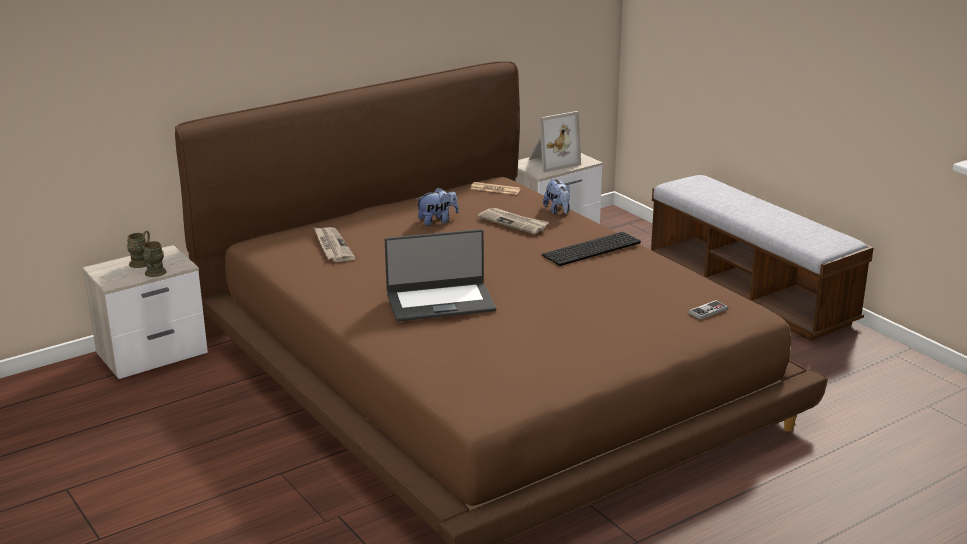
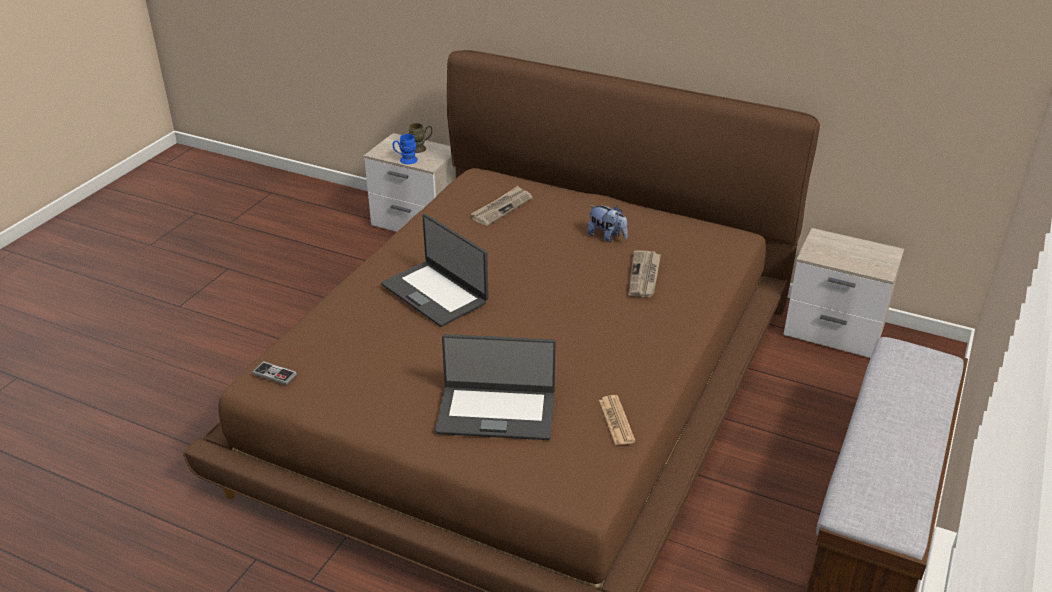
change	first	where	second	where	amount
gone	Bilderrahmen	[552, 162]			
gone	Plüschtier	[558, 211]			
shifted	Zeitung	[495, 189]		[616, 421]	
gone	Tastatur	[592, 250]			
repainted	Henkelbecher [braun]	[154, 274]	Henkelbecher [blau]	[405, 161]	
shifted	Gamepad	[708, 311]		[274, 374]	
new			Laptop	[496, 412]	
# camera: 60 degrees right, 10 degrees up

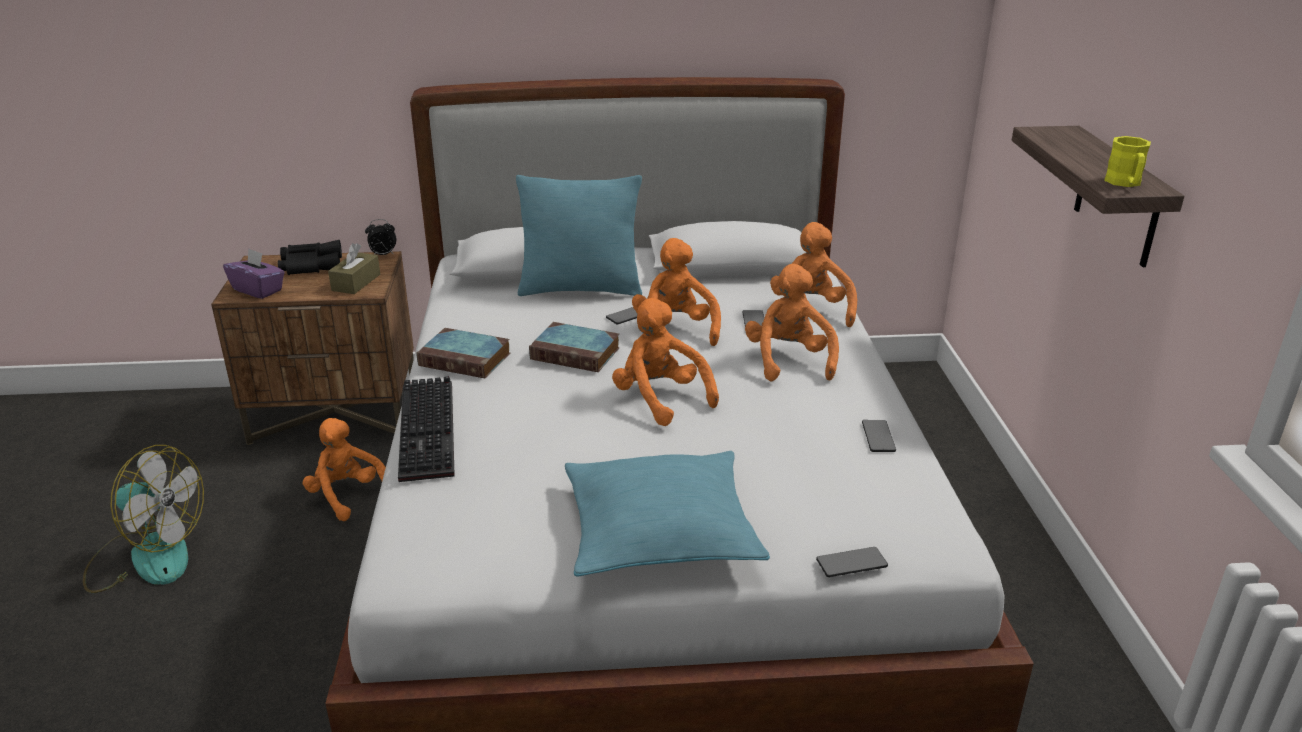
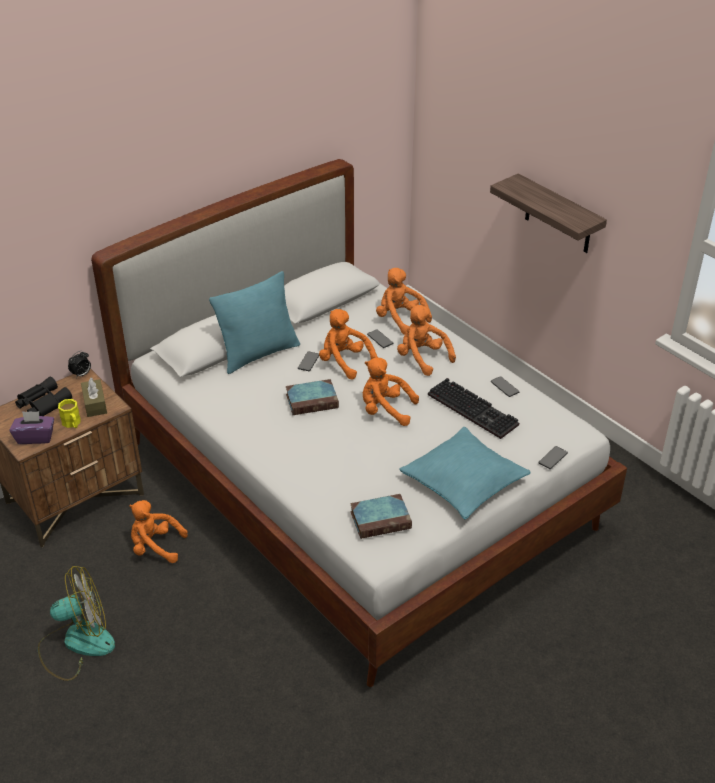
change	first	where	second	where	amount
shifted	Henkelbecher [gelb]	[1125, 183]		[72, 424]	
shifted	Buch	[467, 359]		[381, 519]	
shifted	Tastatur	[430, 432]		[475, 410]	
# camera: 35 degrees left, 10 degrees up

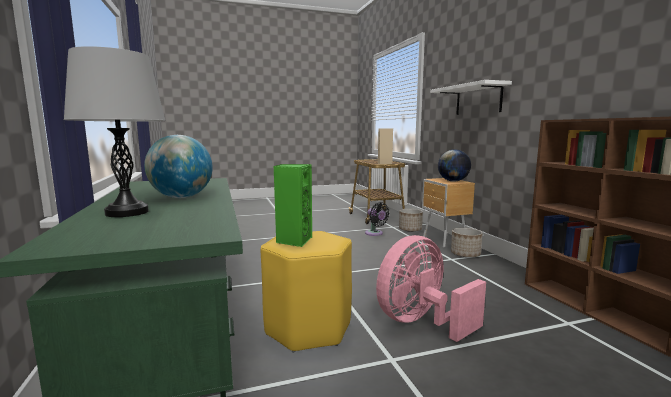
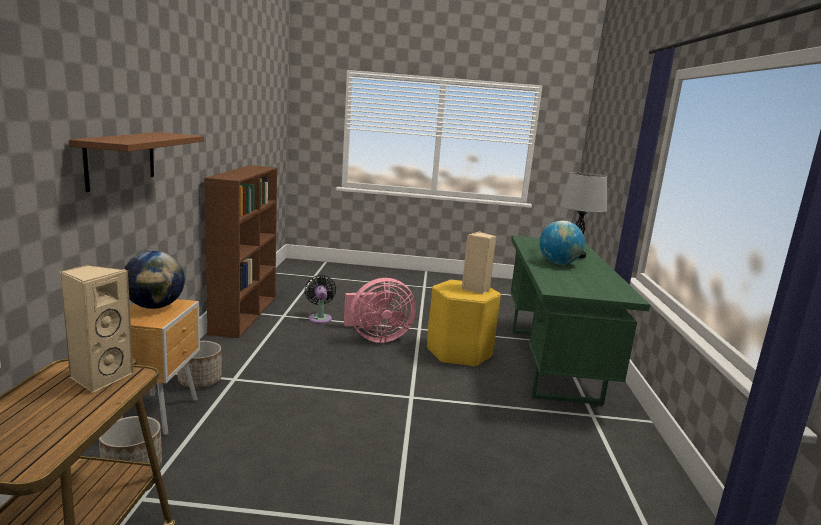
change	first	where	second	where	amount
repainted	Wandregal [weiß]	[478, 100]	Wandregal [braun]	[121, 159]	
repainted	Lautsprecher [grün]	[294, 241]	Lautsprecher [beige]	[476, 289]	
shifted	Ventilator [schwarz]	[375, 233]		[320, 318]	
# camera: 160 degrees left, 5 degrees up

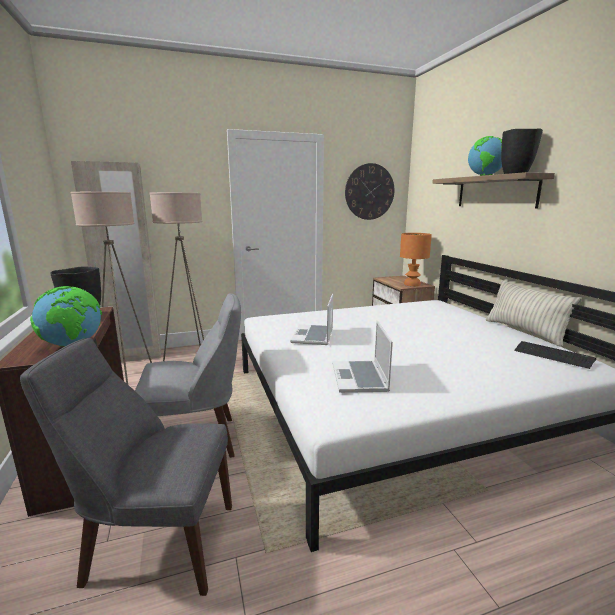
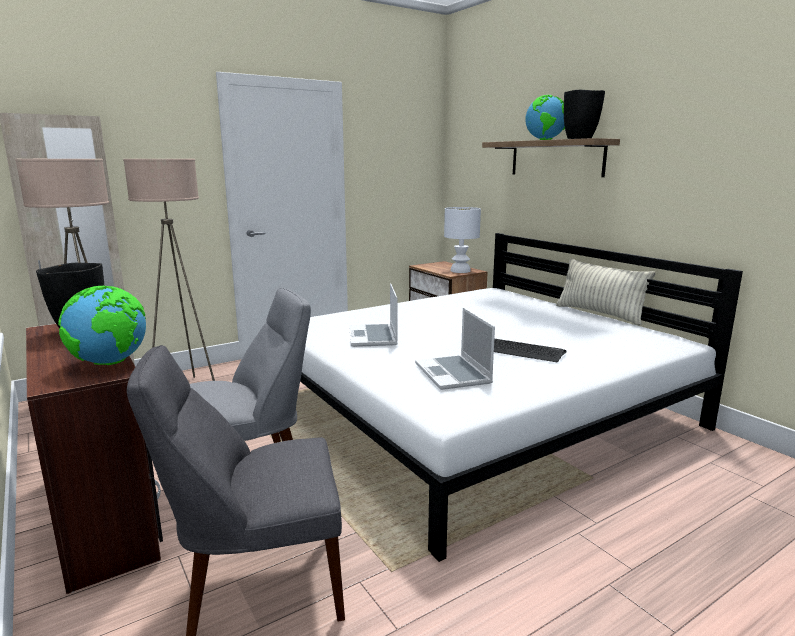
change	first	where	second	where	amount
gone	Wanduhr	[369, 192]			
repainted	Tischlampe [orange]	[412, 284]	Tischlampe [weiß]	[460, 271]	
shifted	Tastatur	[553, 355]		[523, 351]	
# camera: 15 degrees left, 0 degrees up

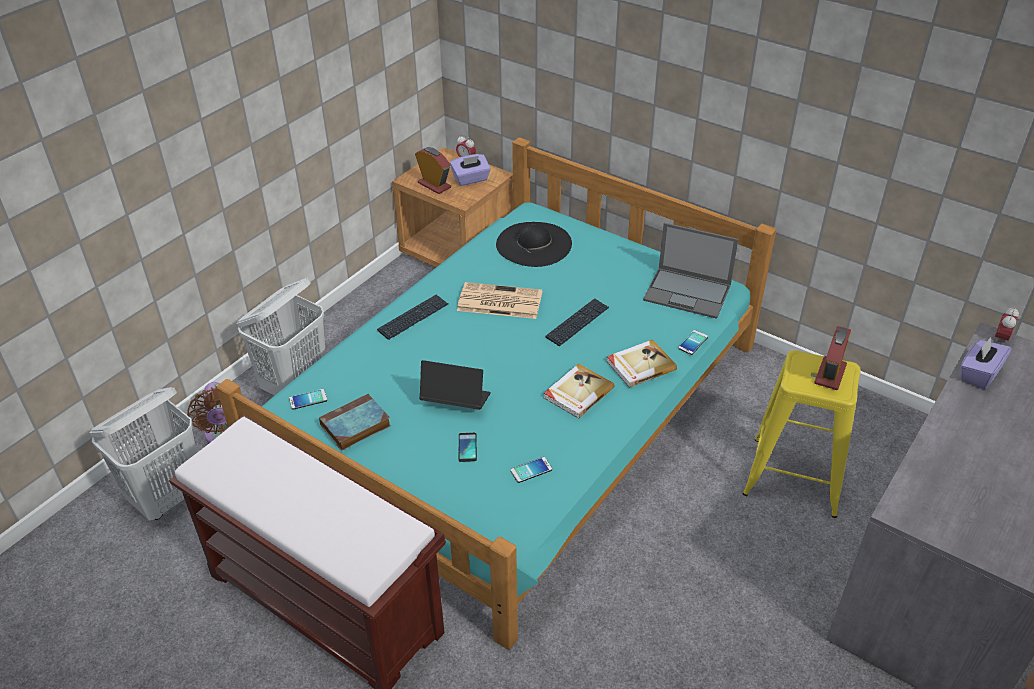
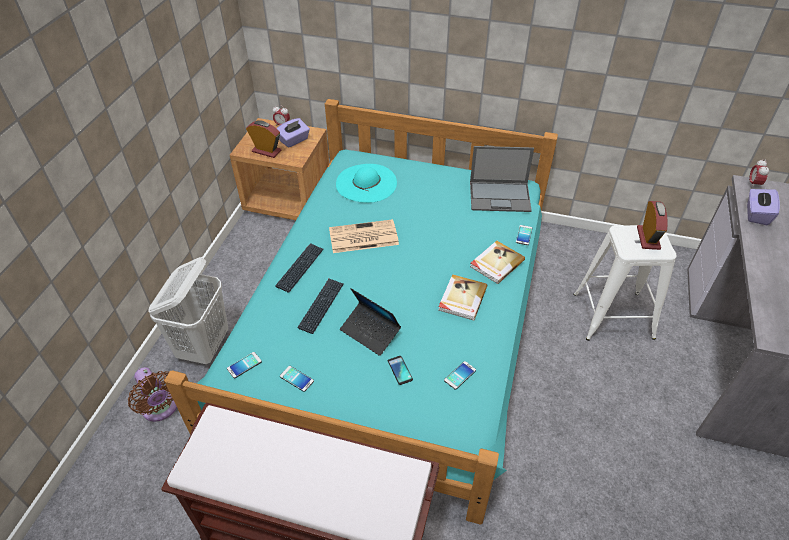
change	first	where	second	where	amount
repainted	Hut [schwarz]	[534, 244]	Hut [türkis]	[366, 183]	
shifted	Tastatur	[577, 323]		[321, 306]	
repainted	Hocker [gelb]	[794, 476]	Hocker [weiß]	[613, 316]	
rotated	Laptop	[455, 401]		[370, 332]	135 degrees counterclockwise
gone	Wäschekorb [weiß]	[168, 497]			
swapped	Buch	[354, 426]	Handy	[296, 379]	
# camera: 20 degrees left, 5 degrees up

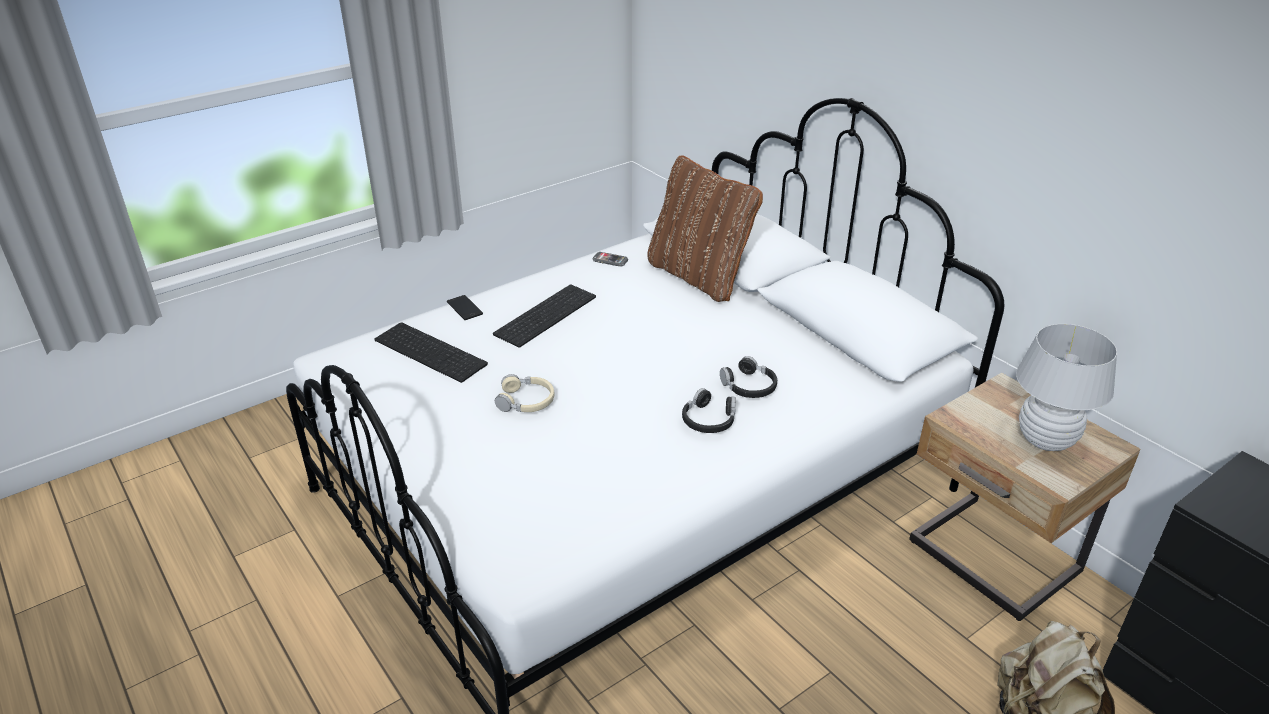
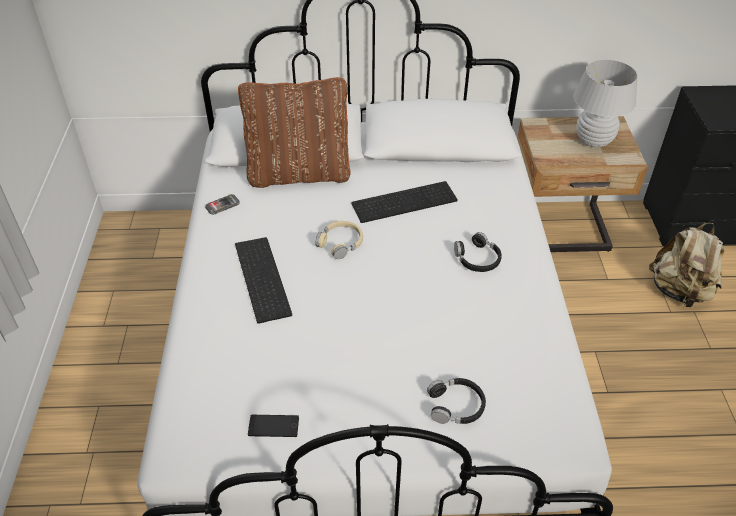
change	first	where	second	where	amount
shifted	Handy	[464, 308]		[273, 426]	
shifted	Tastatur	[432, 351]		[404, 201]	
shifted	Kopfhörer [schwarz]	[749, 386]		[456, 406]	
shifted	Kopfhörer [beige]	[526, 401]		[340, 243]	
# camera: 55 degrees left, 10 degrees up

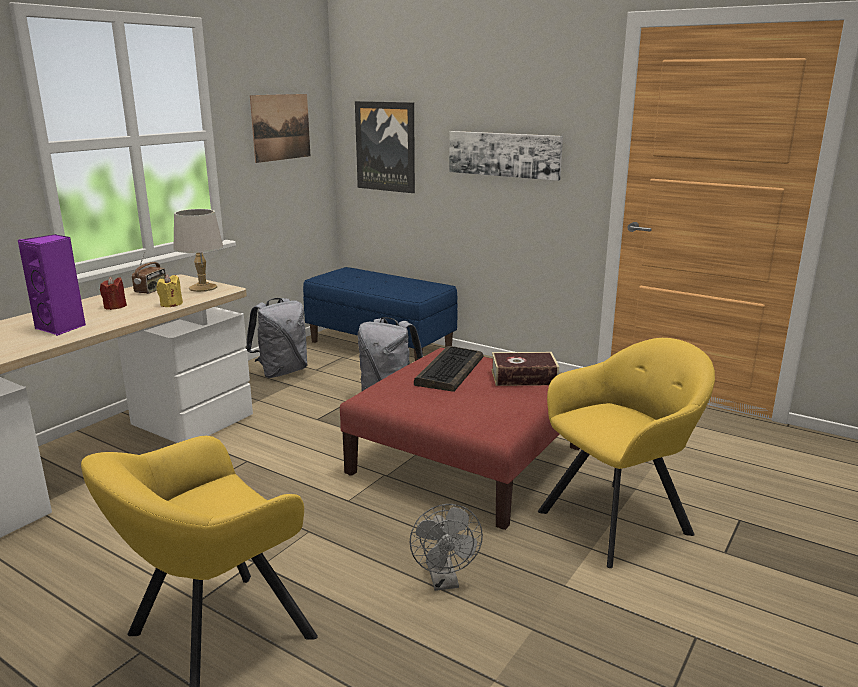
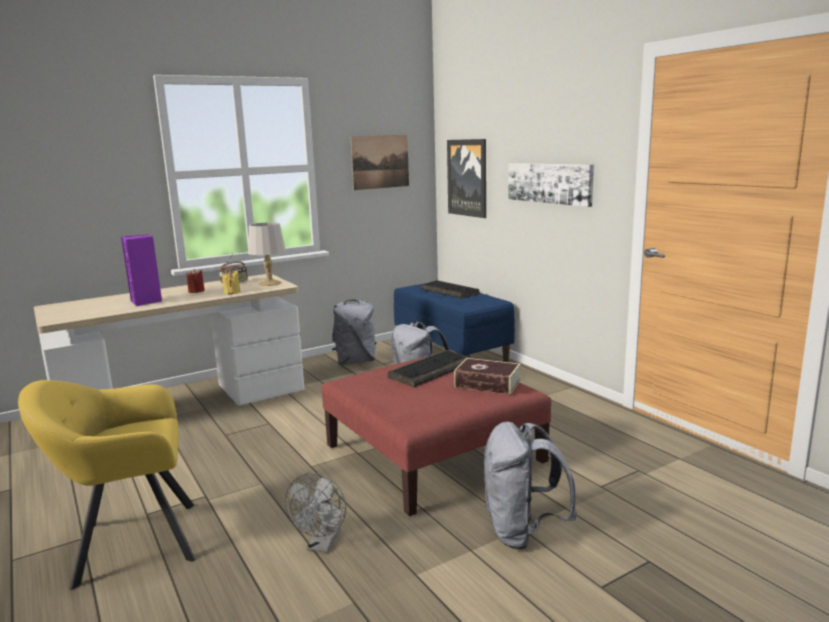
change	first	where	second	where	amount
swapped	Sessel [gelb]	[620, 520]	Rucksack [grau]	[522, 532]	
new			Tastatur	[450, 291]	
# camera: 25 degrees right, 5 degrees down

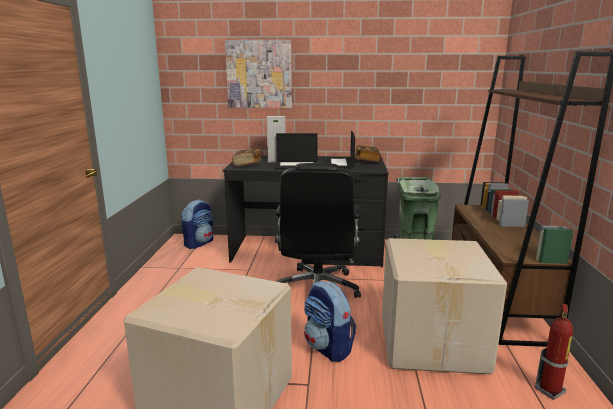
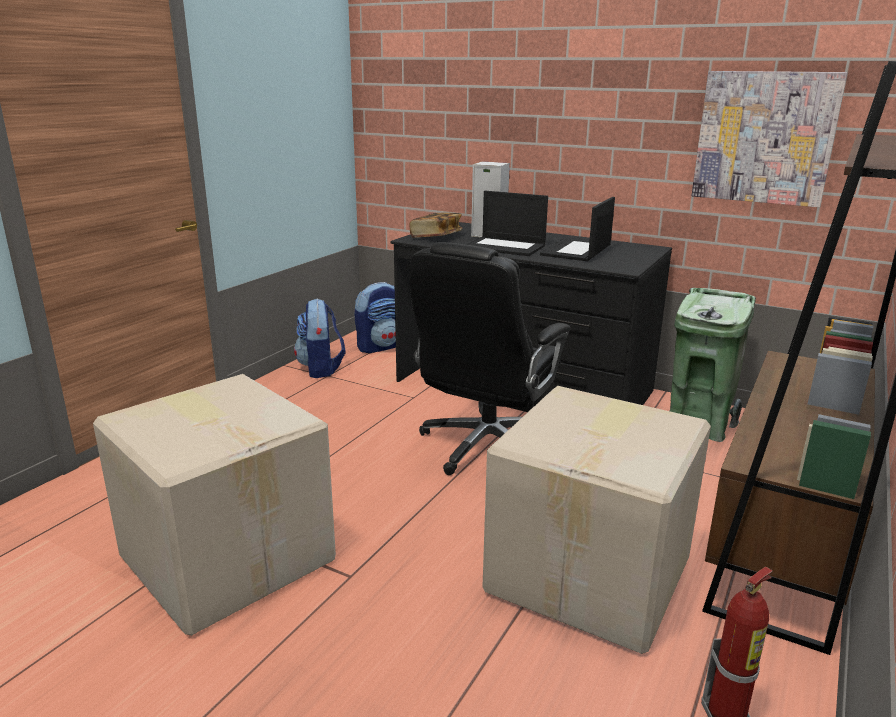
change	first	where	second	where	amount
shifted	Bild	[259, 74]		[764, 138]	
gone	Buch	[367, 161]			
shifted	Rucksack	[328, 348]		[321, 369]	
# camera: 25 degrees right, 5 degrees up

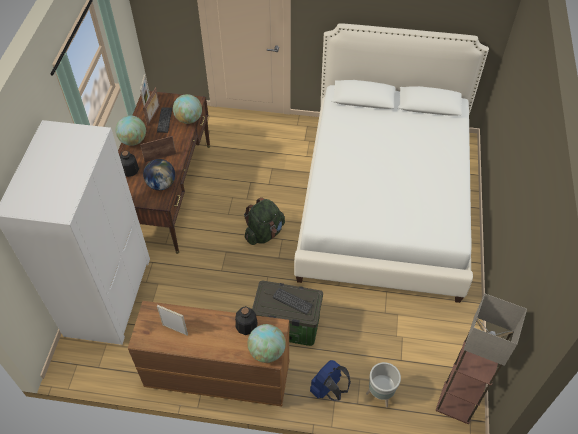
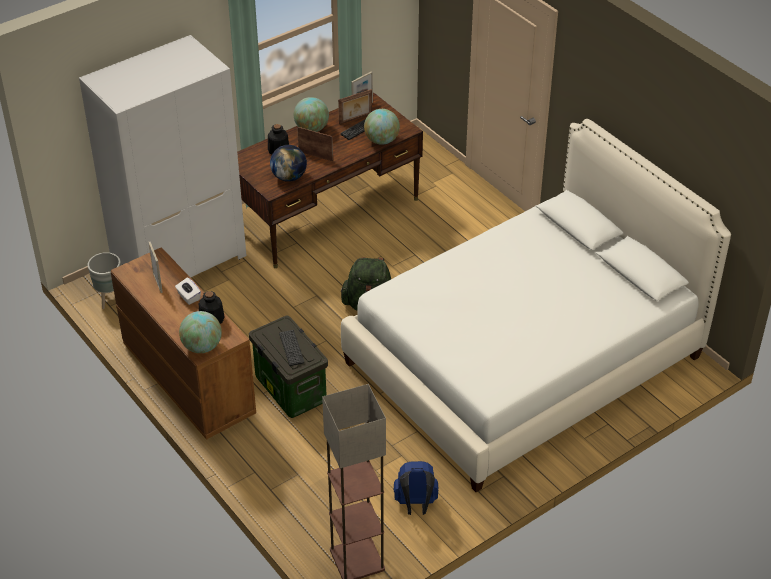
change	first	where	second	where	amount
shifted	Rucksack [blau]	[328, 389]		[415, 505]	
shifted	Pflanzkübel [grau]	[380, 395]		[109, 299]	
new			Taschentuchbox [weiß]	[188, 297]	
# camera: 45 degrees right, 10 degrees down

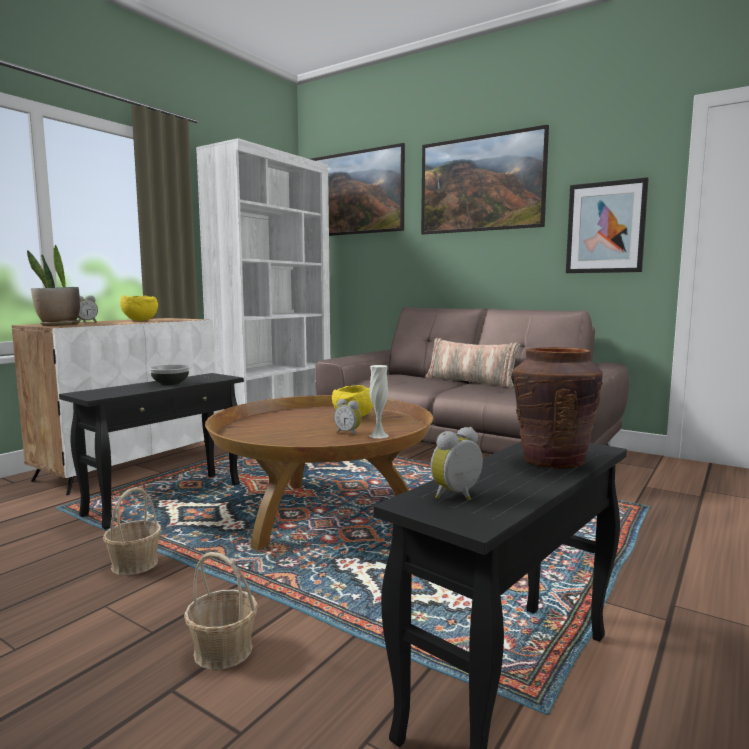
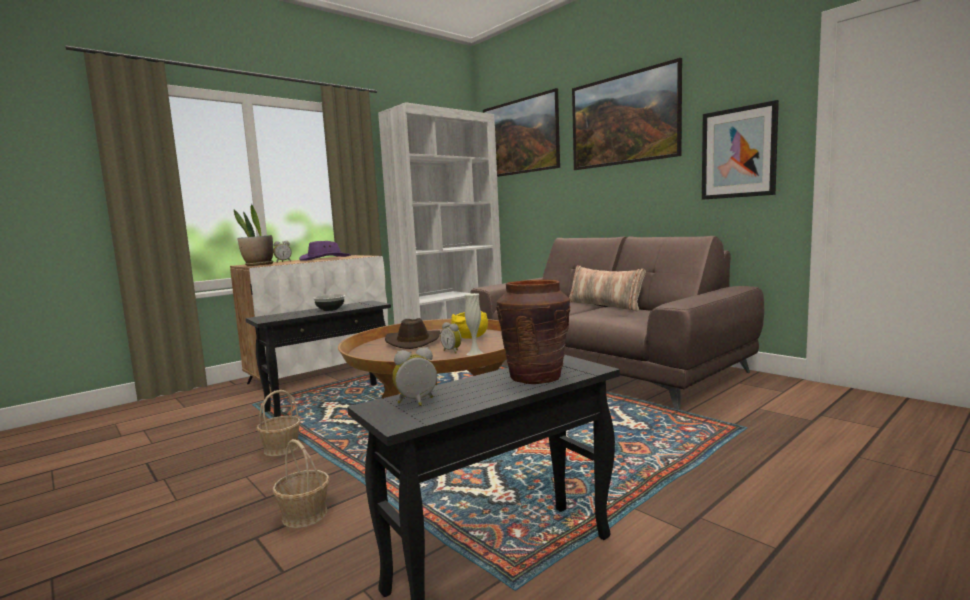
change	first	where	second	where	amount
swapped	Schüssel [gelb]	[139, 320]	Hut [lila]	[325, 258]	
new			Hut [braun]	[413, 341]	
# camera: 15 degrees right, 0 degrees up

